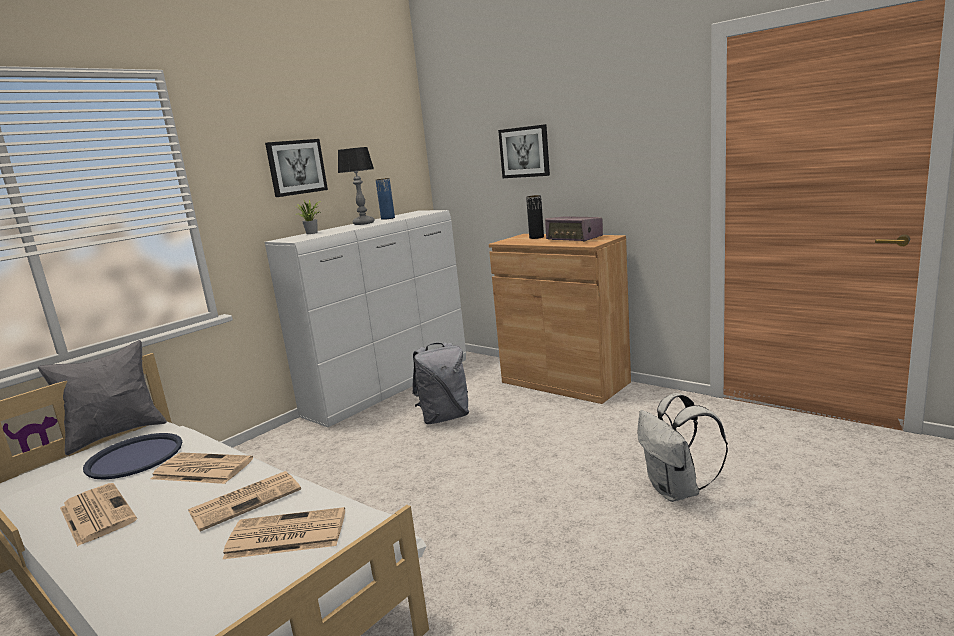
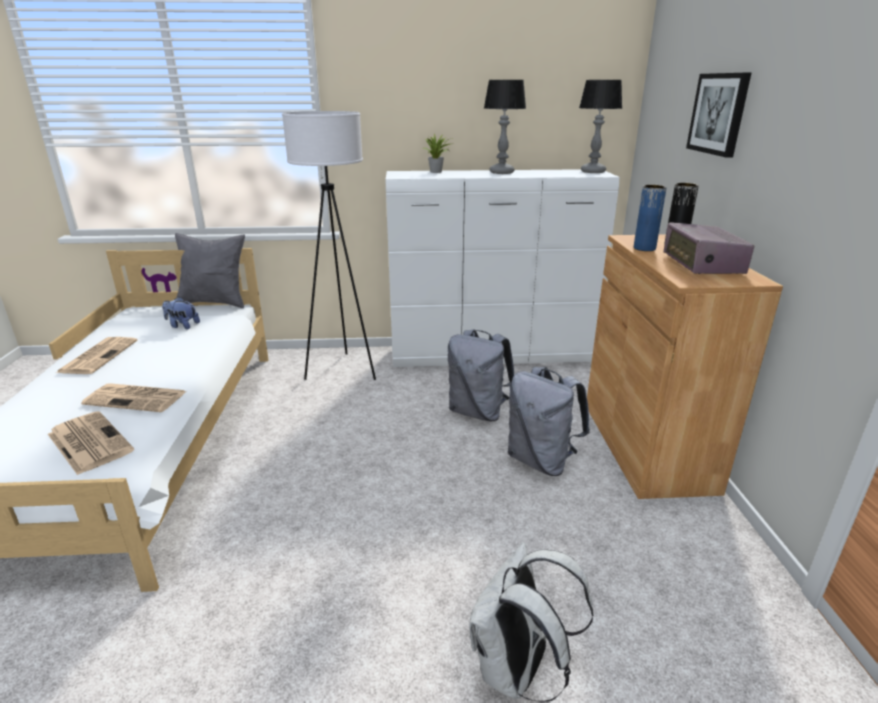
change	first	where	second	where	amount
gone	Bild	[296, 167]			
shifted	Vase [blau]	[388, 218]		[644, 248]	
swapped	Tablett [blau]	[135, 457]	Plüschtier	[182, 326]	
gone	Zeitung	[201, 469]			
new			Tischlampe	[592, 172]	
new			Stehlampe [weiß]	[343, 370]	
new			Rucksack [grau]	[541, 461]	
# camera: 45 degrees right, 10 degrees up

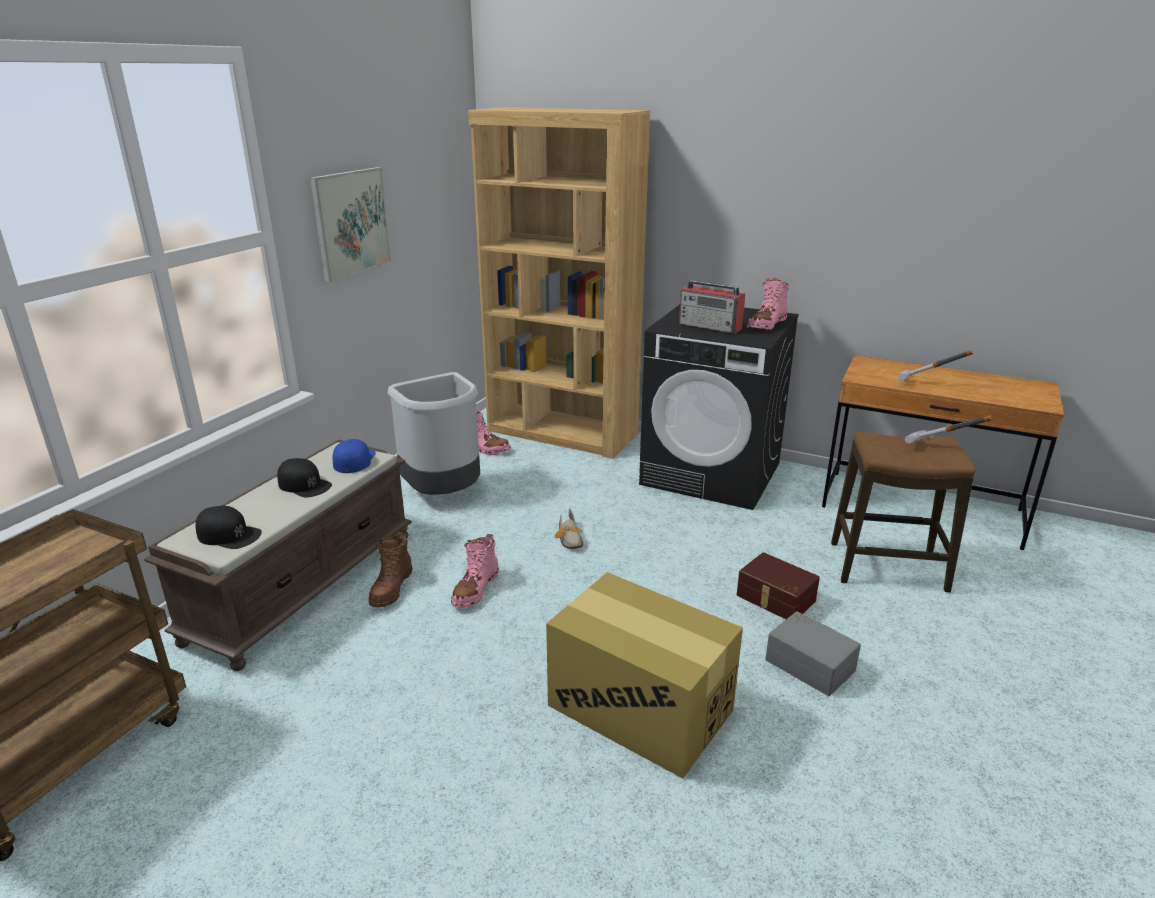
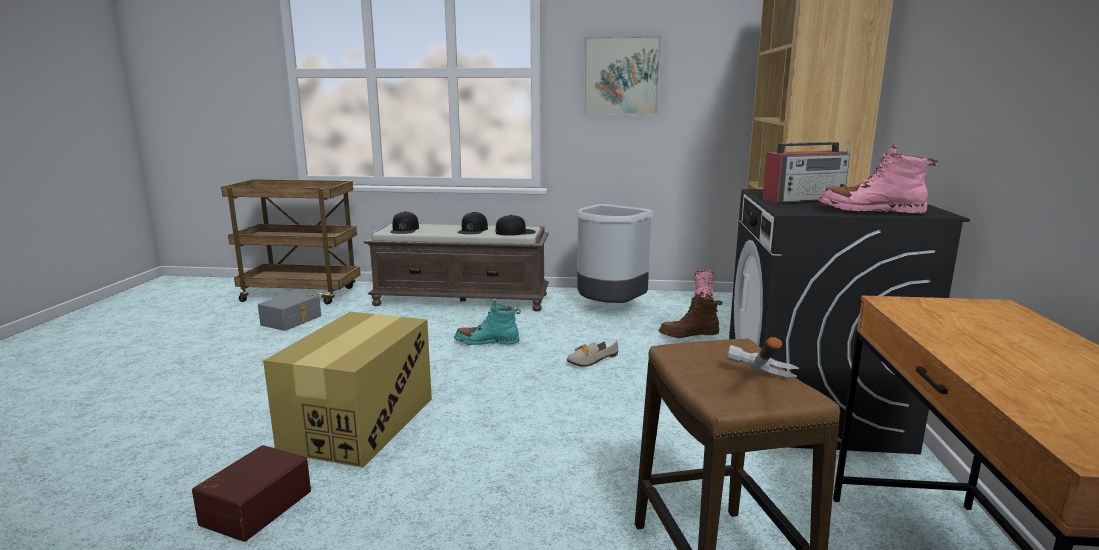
change	first	where	second	where	amount
rotated	Radio	[710, 326]		[804, 199]	120 degrees counterclockwise
gone	Hammer	[926, 386]			
repainted	Kappe [blau]	[354, 460]	Kappe [schwarz]	[515, 232]	
shifted	Stiefel [braun]	[391, 588]		[688, 334]	
repainted	Stiefel [rosa]	[475, 589]	Stiefel [türkis]	[487, 342]	
shifted	Aufbewahrungsbox [braun]	[775, 599]		[254, 507]	
shifted	Aufbewahrungsbox [grau]	[810, 664]		[292, 320]	
# camera: 70 degrees right, 10 degrees down

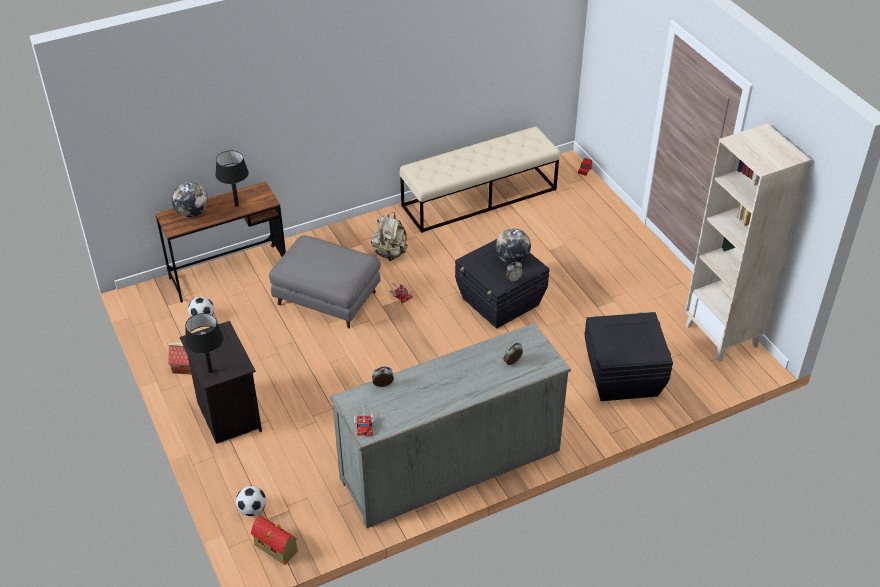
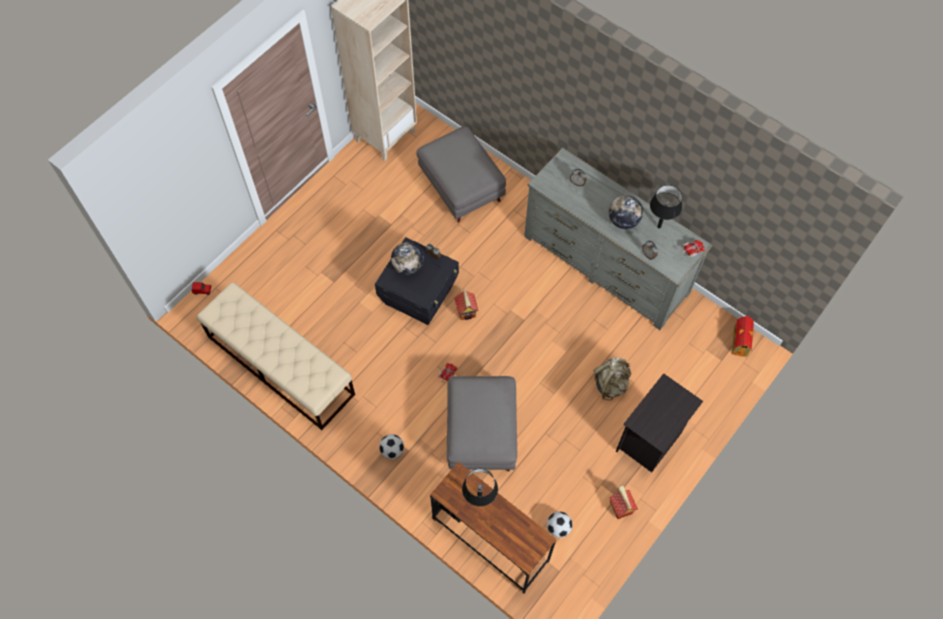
change	first	where	second	where	amount
shifted	Globus	[192, 213]		[623, 221]	
shifted	Rucksack [beige]	[390, 253]		[611, 384]	
swapped	Aufbewahrungsbox [schwarz]	[622, 377]	Polsterhocker [grau]	[462, 186]	
shifted	Tischlampe [schwarz]	[210, 371]		[659, 226]	
shifted	Fußball	[252, 509]		[392, 450]	
new			Spielzeughaus	[466, 311]	
# camera: 115 degrees left, 20 degrees up

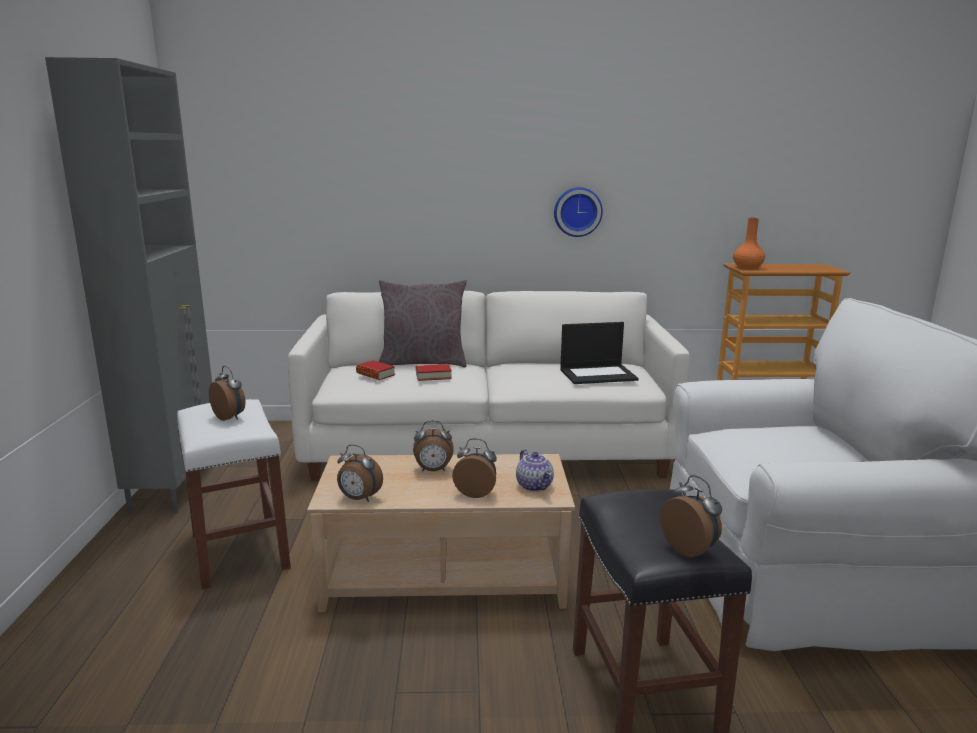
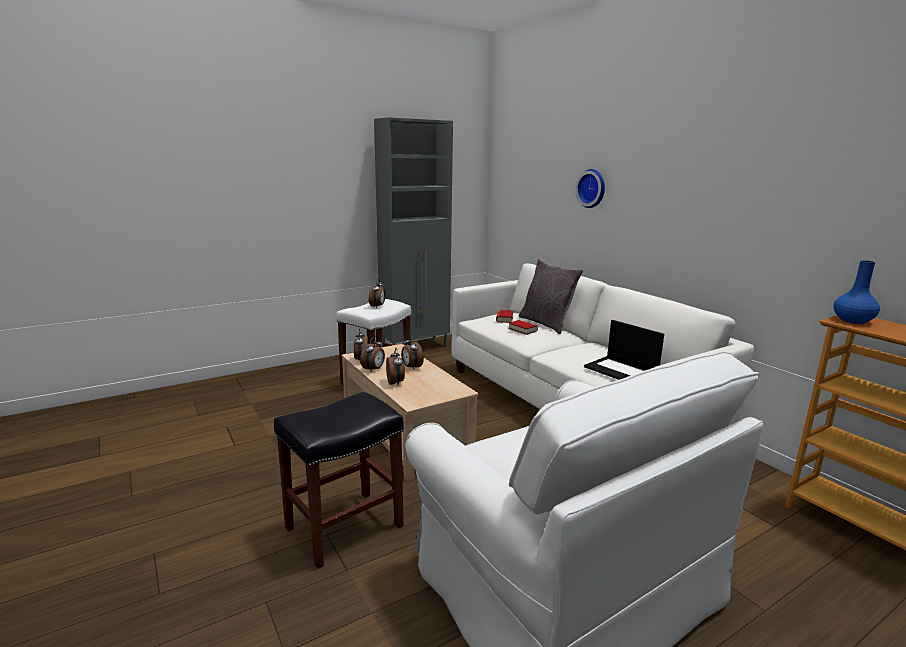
change	first	where	second	where	amount
shifted	Wanduhr	[577, 211]		[592, 188]	
repainted	Vase [orange]	[747, 268]	Vase [blau]	[852, 321]	
gone	Teekanne	[535, 486]			
shifted	Wecker	[690, 549]		[374, 369]	
# camera: 60 degrees right, 0 degrees up

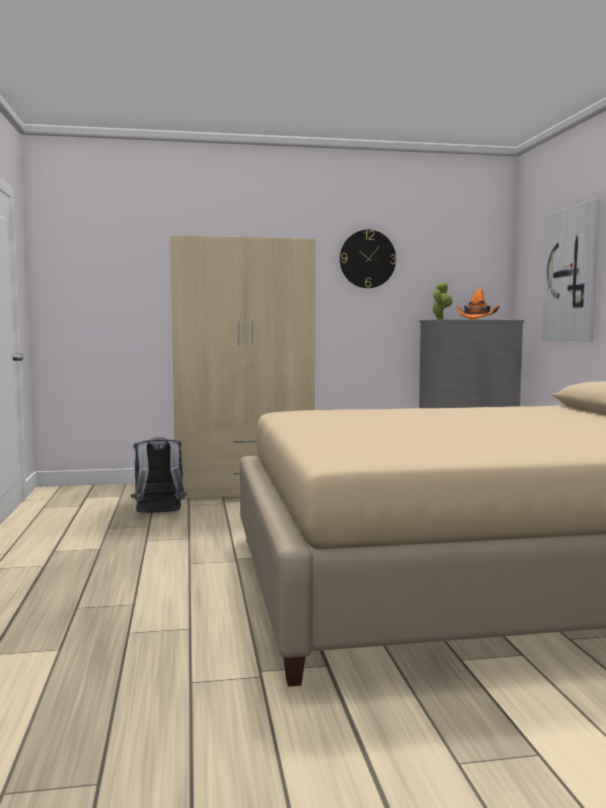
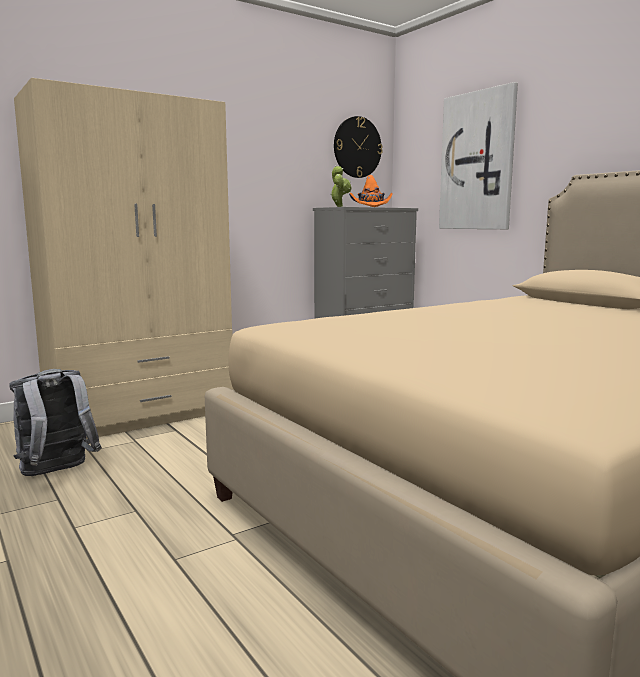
change	first	where	second	where	amount
shifted	Wanduhr	[367, 259]		[357, 147]	
# camera: 25 degrees left, 5 degrees up

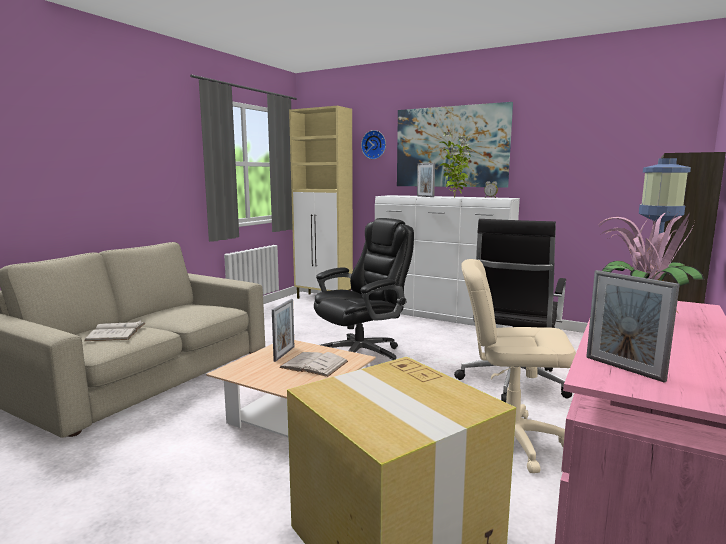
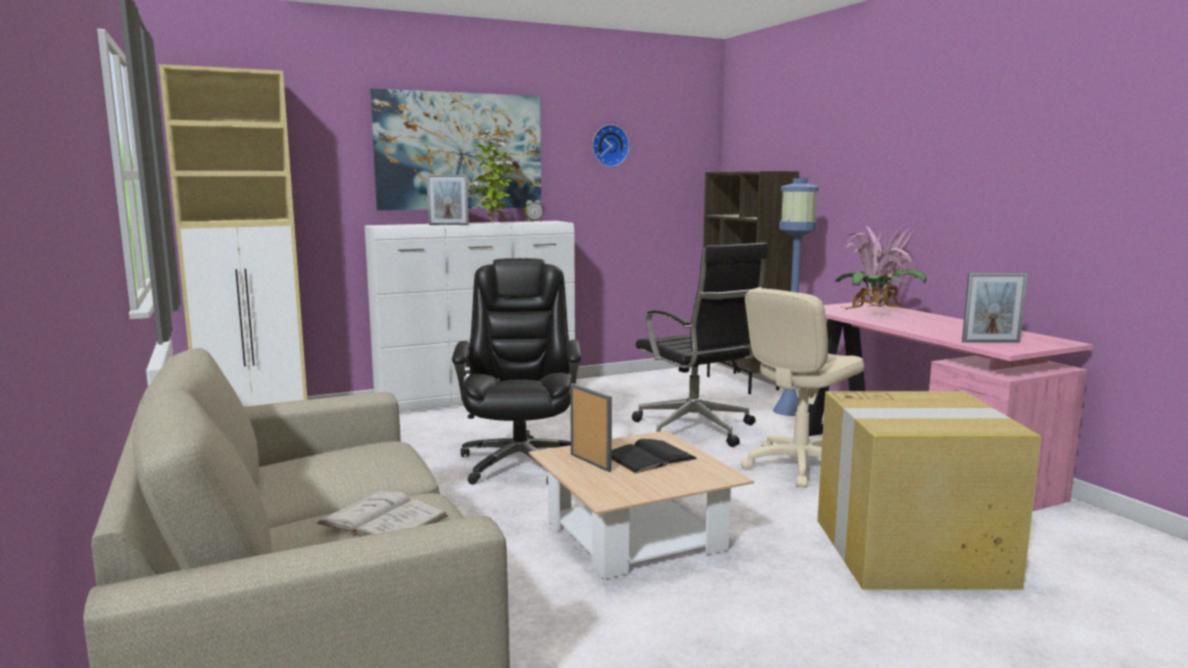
change	first	where	second	where	amount
shifted	Wanduhr	[374, 145]		[609, 145]	
repainted	Buch [weiß]	[314, 364]	Buch [schwarz]	[650, 457]	
# camera: 55 degrees left, 0 degrees up

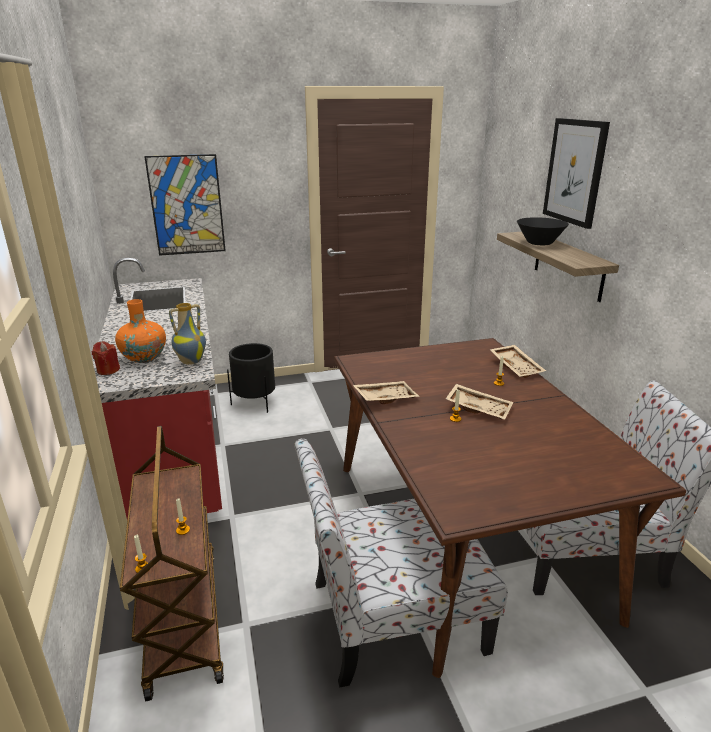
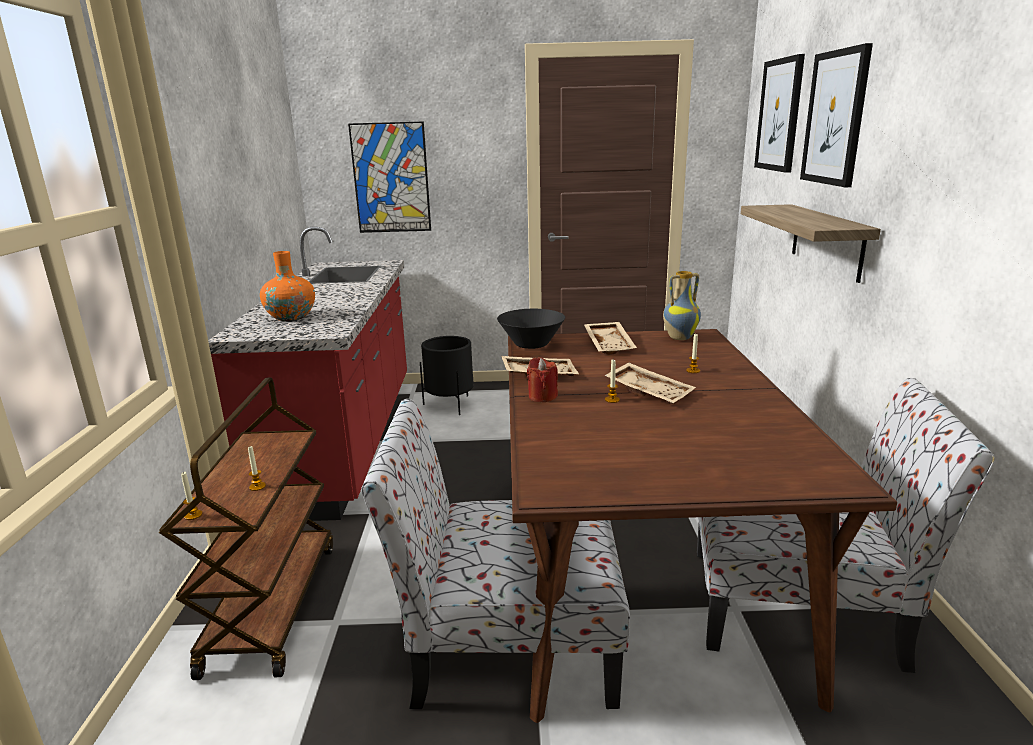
change	first	where	second	where	amount
shifted	Schüssel [schwarz]	[539, 243]		[531, 344]	
shifted	Vase	[191, 361]		[679, 337]	
shifted	Kerze [rot]	[108, 370]		[542, 397]	
shifted	Tablett [beige]	[517, 367]		[610, 345]	
new			Bild	[779, 115]	
# camera: 15 degrees right, 5 degrees down

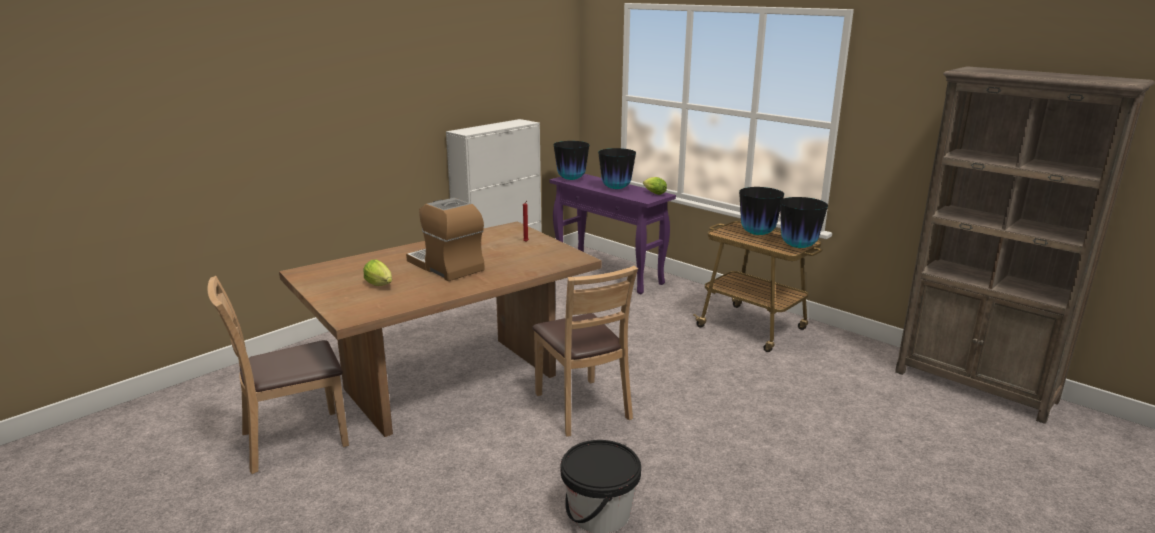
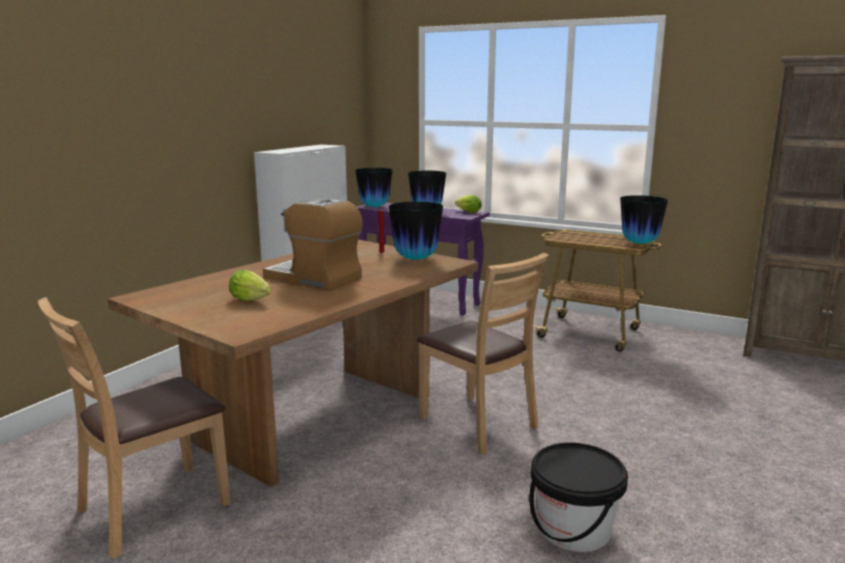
change	first	where	second	where	amount
shifted	Vase	[757, 234]		[416, 259]	
# camera: 15 degrees left, 5 degrees down

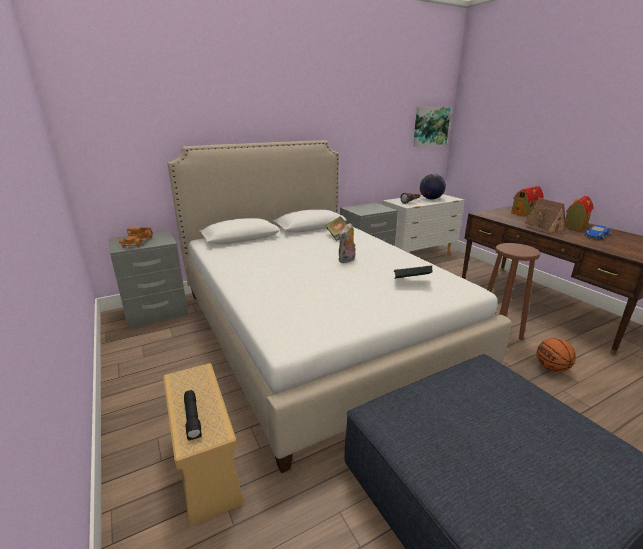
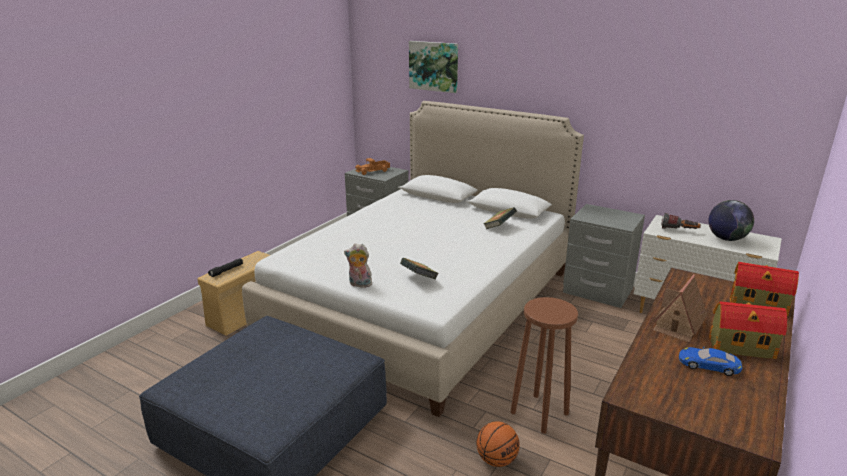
change	first	where	second	where	amount
shifted	Bild	[430, 126]		[434, 66]	
shifted	Plüschtier	[347, 260]		[359, 284]	
# camera: 60 degrees right, 0 degrees up

